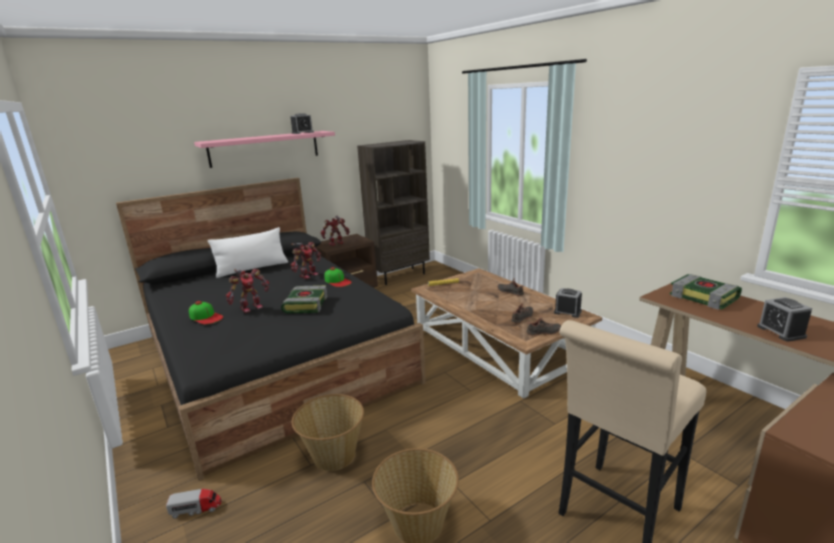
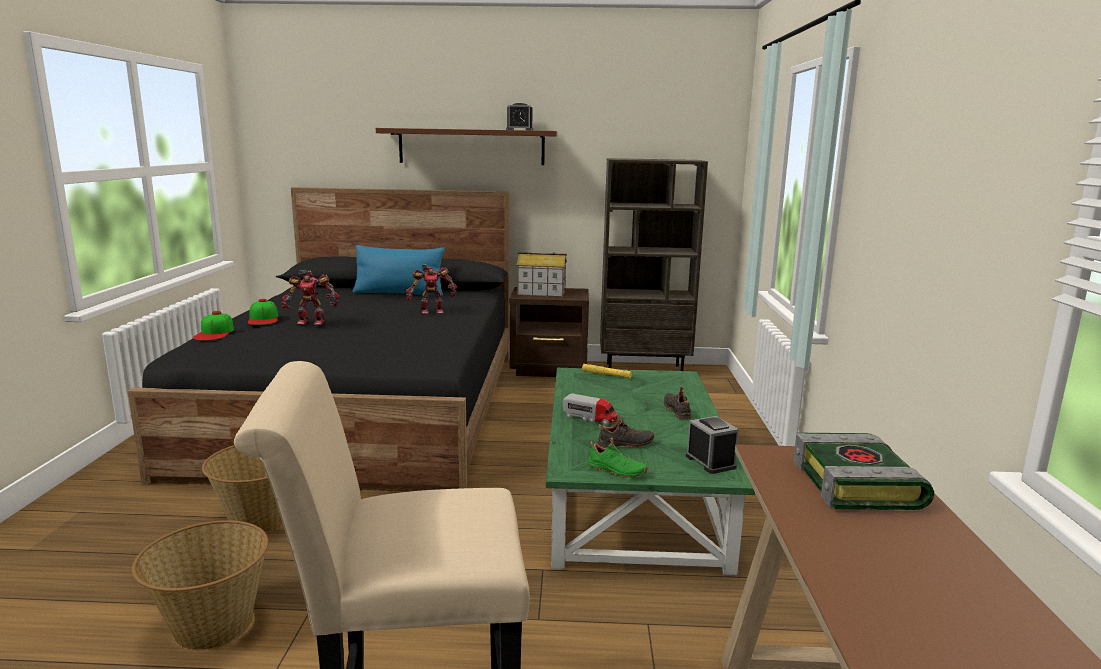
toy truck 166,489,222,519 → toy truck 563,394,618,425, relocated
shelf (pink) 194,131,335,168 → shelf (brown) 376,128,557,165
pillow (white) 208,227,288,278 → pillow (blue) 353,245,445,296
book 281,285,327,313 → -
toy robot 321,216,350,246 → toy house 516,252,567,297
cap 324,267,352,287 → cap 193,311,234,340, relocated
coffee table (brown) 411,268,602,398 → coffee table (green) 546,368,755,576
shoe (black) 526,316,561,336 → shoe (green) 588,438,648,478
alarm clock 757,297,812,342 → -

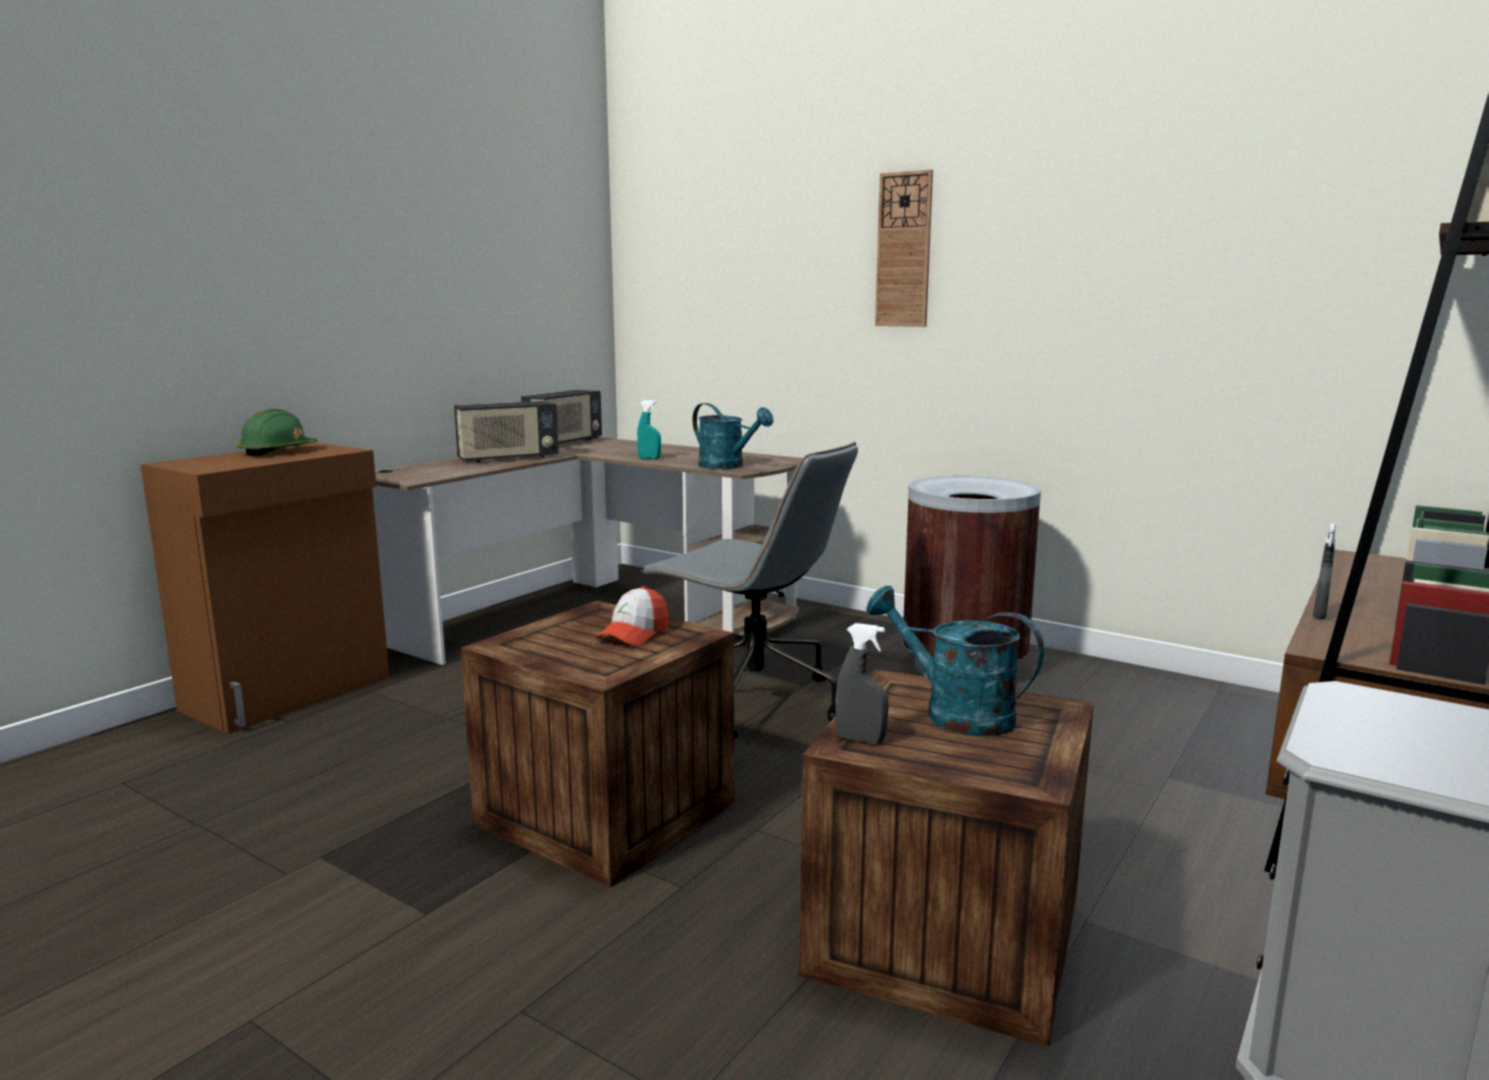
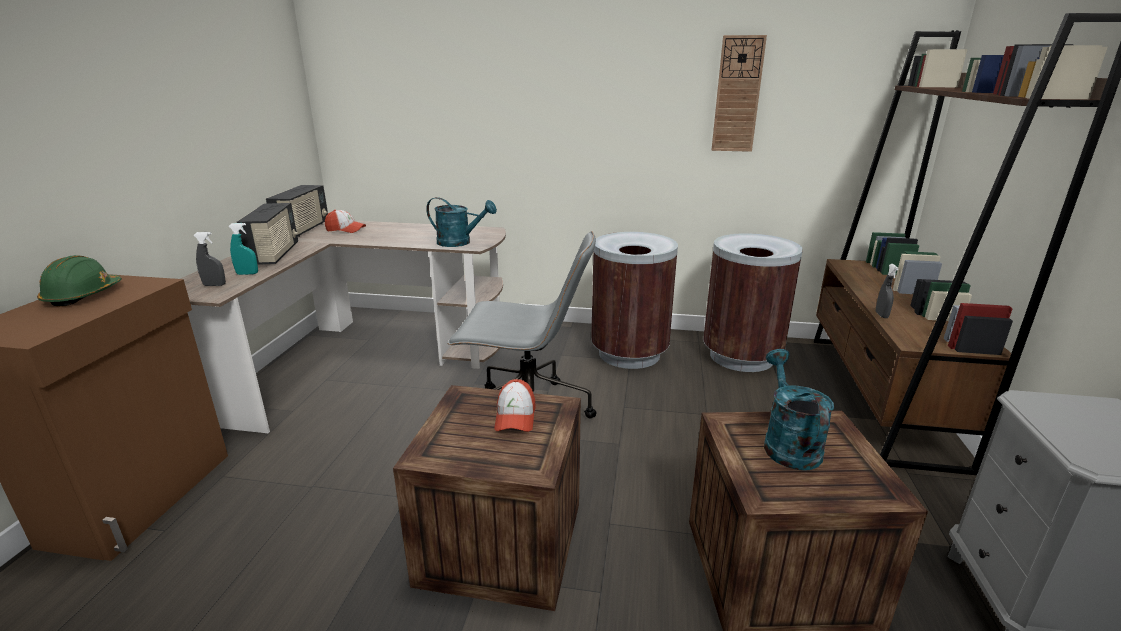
radio 454,401,559,463 → radio 237,203,298,265, 45 degrees counterclockwise
spray bottle (turquoise) 637,400,661,459 → spray bottle (turquoise) 228,223,258,275, relocated
spray bottle (grey) 835,623,889,744 → spray bottle (grey) 193,232,226,286, relocated
watering can (turquoise) 866,586,1044,736 → watering can (turquoise) 764,349,834,471, 75 degrees clockwise
wall clock 875,169,933,327 → wall clock 712,35,767,152, relocated
- → cap 325,210,366,233
- → trash can (brown) 703,233,803,372

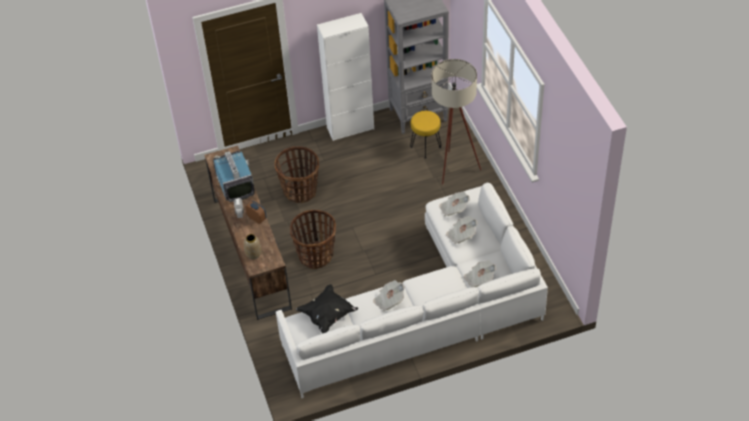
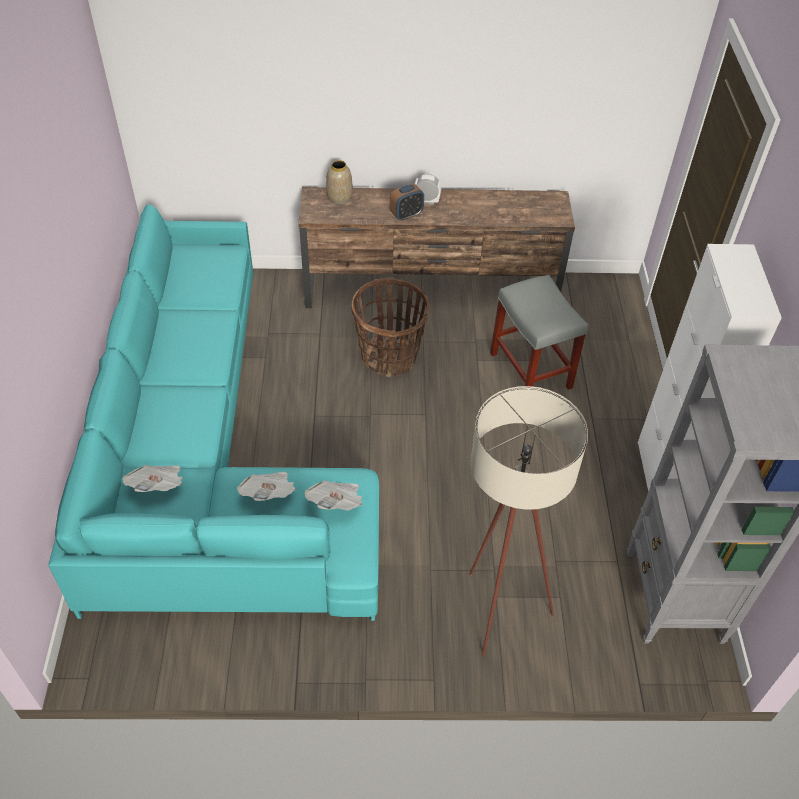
television 213,151,255,202 → -
basket 275,146,319,203 → stool (grey) 490,275,588,390
sofa (white) 276,183,548,398 → sofa (turquoise) 48,204,379,621
pillow (black) 296,284,358,333 → -
newspaper 373,280,405,311 → -
stool (yellow) 410,111,441,159 → -

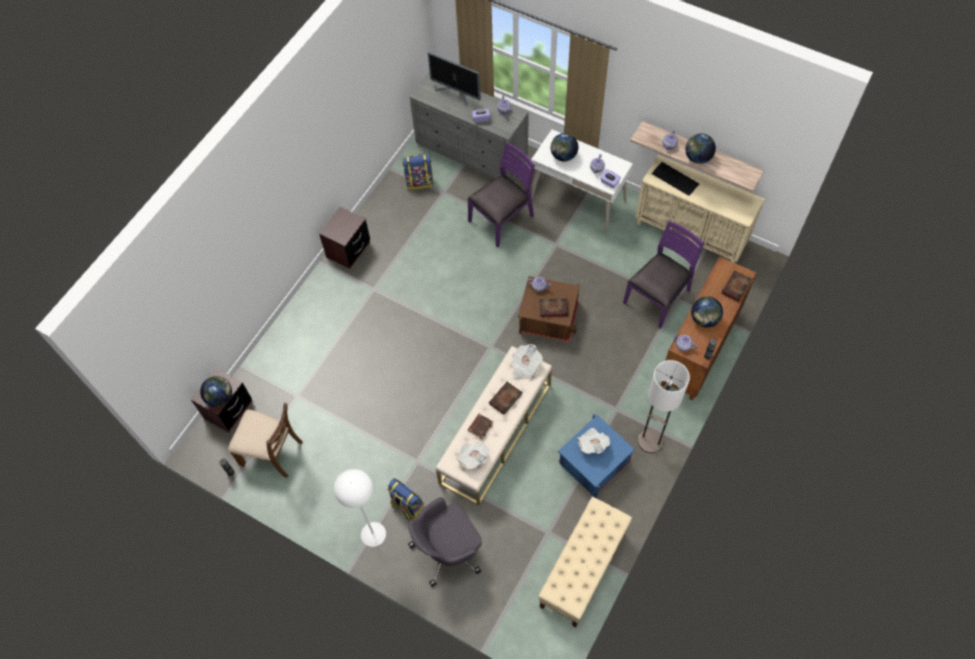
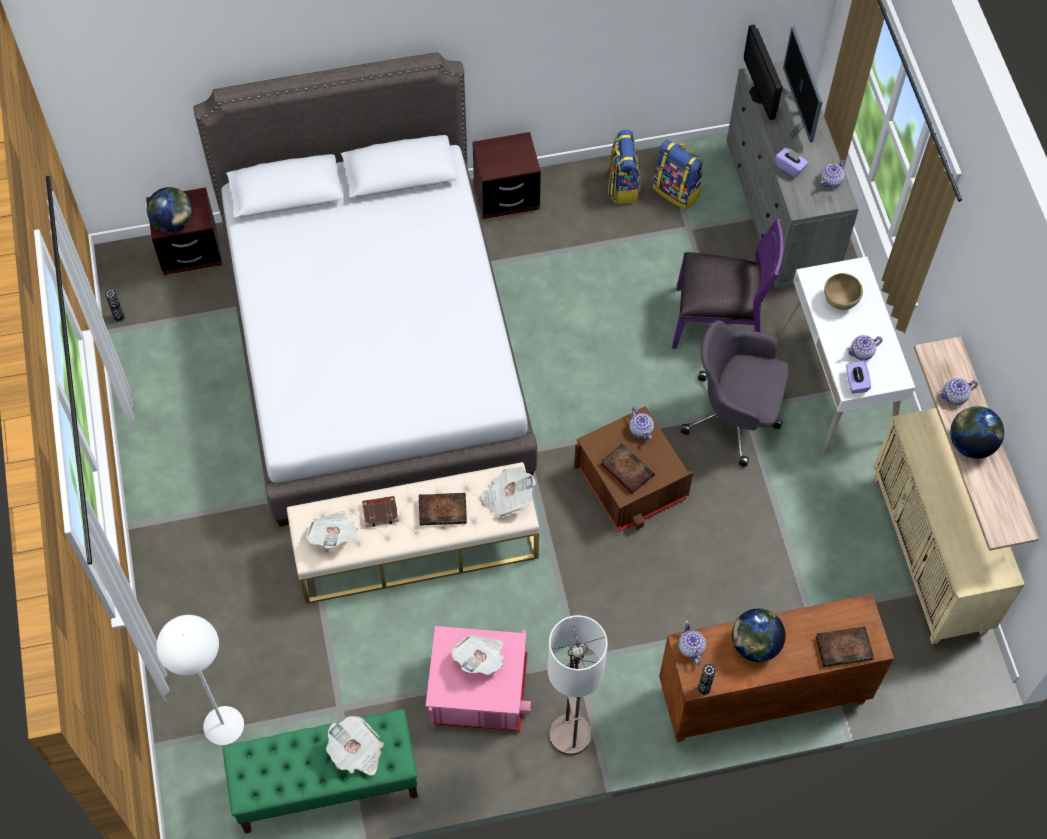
chair (brown) 228,403,303,478 → -
floor lamp (white) 334,469,386,547 → floor lamp (white) 157,615,244,745, relocated
backpack 388,478,424,521 → backpack 606,130,641,204, relocated
office chair (grey) 408,497,482,587 → office chair (grey) 681,320,789,467, relocated
bench (beige) 538,497,632,628 → bench (green) 222,709,418,834
globe 551,133,578,161 → bowl (brown) 824,273,863,310
storage box (blue) 558,414,635,498 → storage box (pink) 426,626,531,731
chair (purple) 623,220,704,329 → -
keyboard 651,162,699,196 → -
- → bed (grey) 193,52,537,527
- → newspaper 326,716,384,776
- → monitor 744,25,783,120

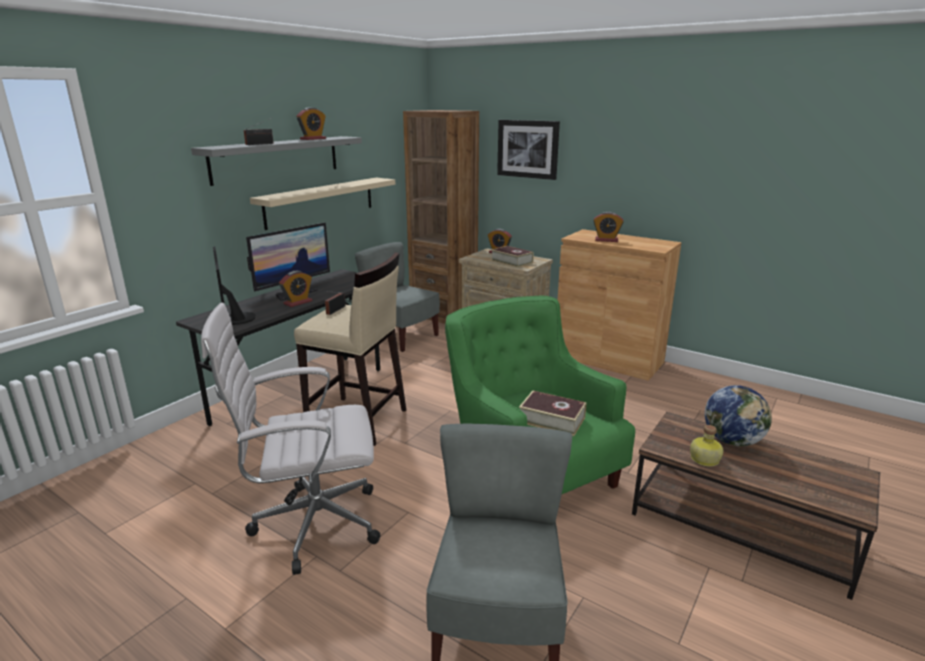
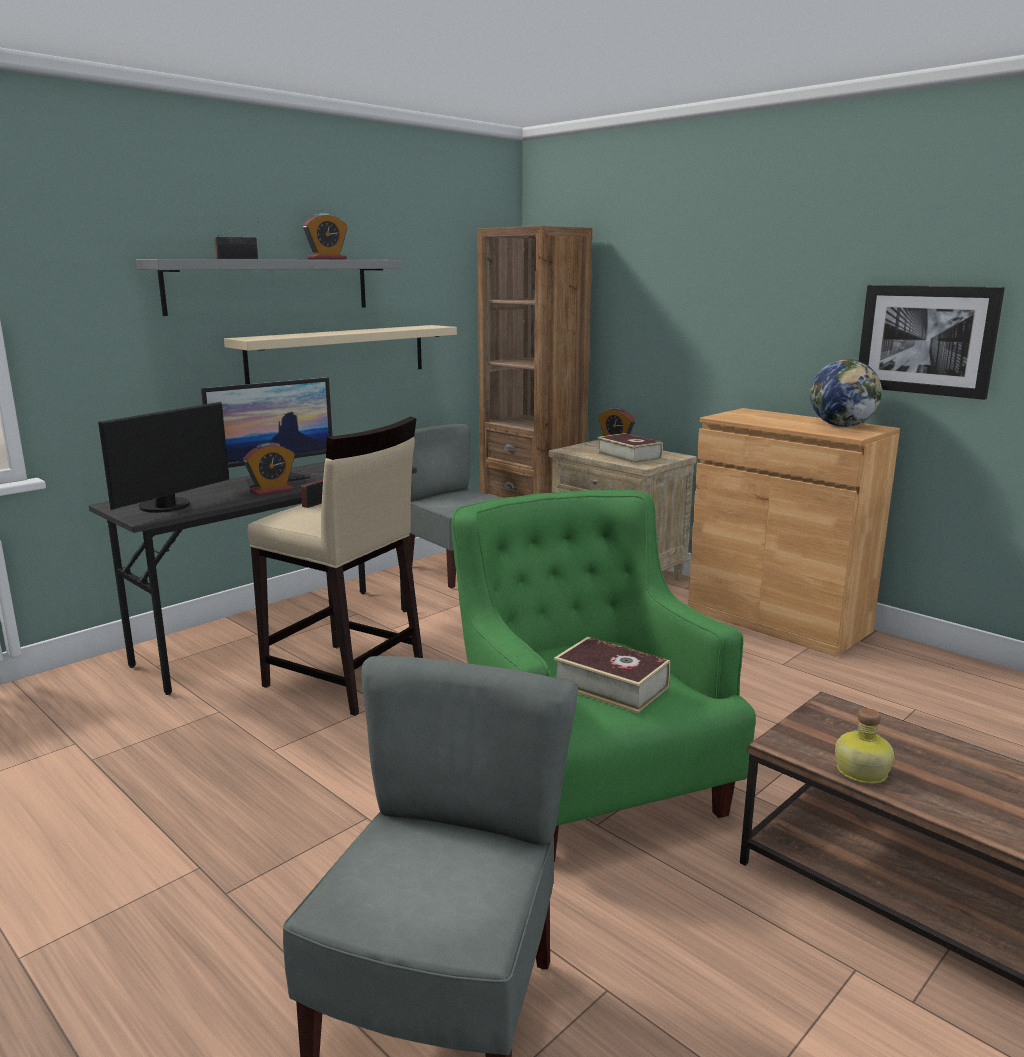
office chair (white) 201,303,380,575 → -
monitor 213,246,256,325 → monitor 98,402,229,513, 135 degrees counterclockwise
picture 497,120,560,180 → picture 859,285,1005,400, relocated
alarm clock 593,212,624,242 → -
globe 705,385,772,447 → globe 810,359,883,427, relocated

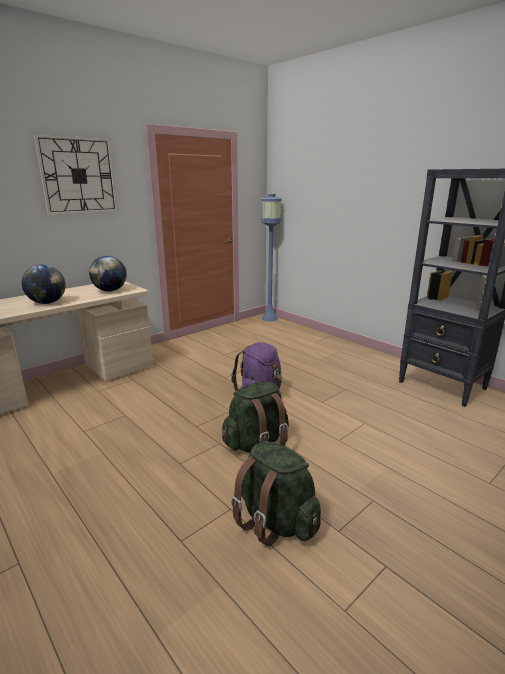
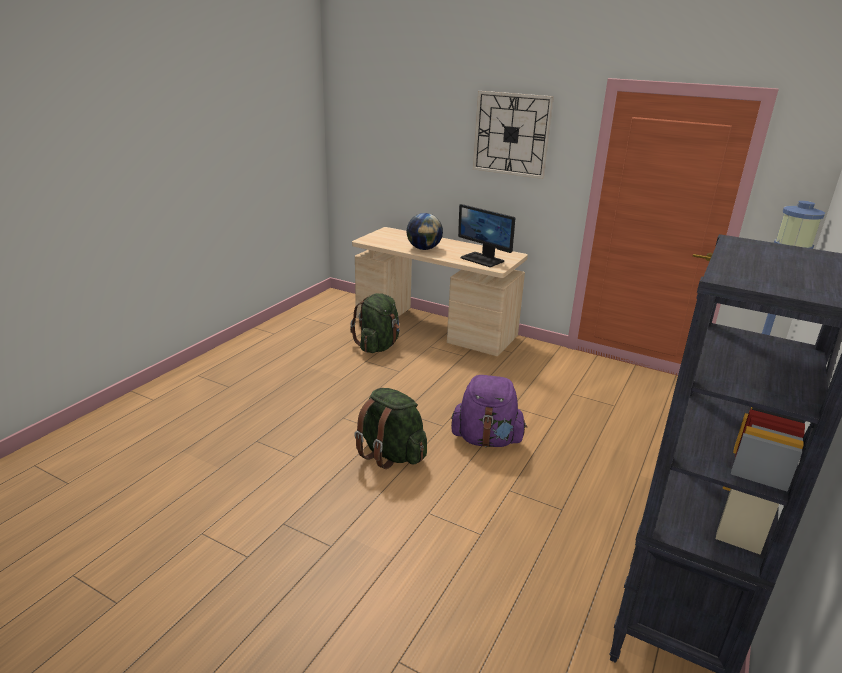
globe 89,256,127,291 → monitor 458,204,515,267
backpack (green) 231,441,321,546 → backpack (green) 350,293,400,353, relocated

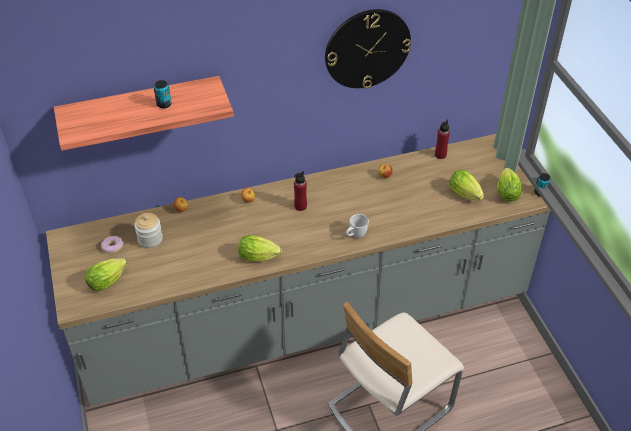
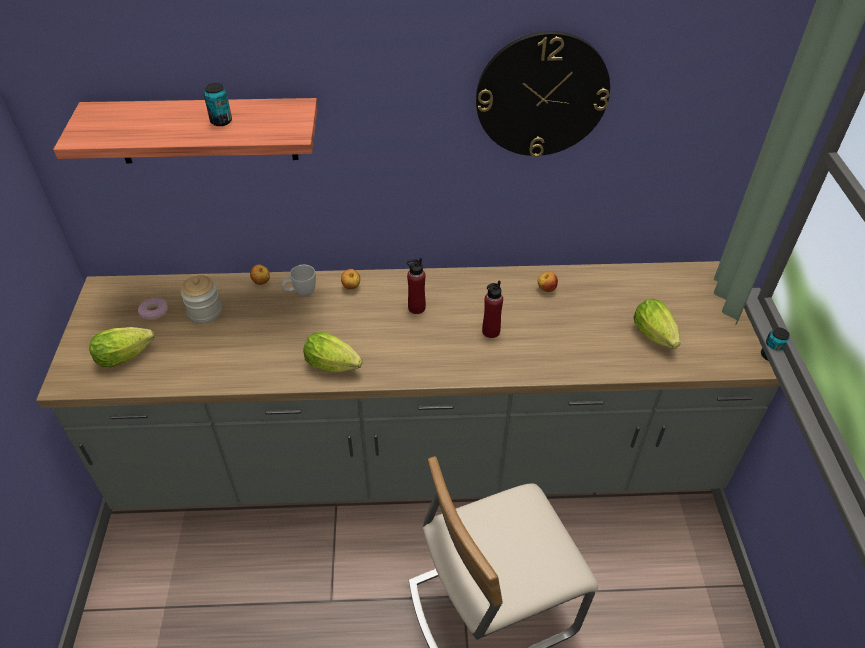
mug (white) 346,214,369,238 → mug (white) 282,265,316,296, relocated
bottle (red) 435,120,450,159 → bottle (red) 482,280,503,338, relocated
lettuce 497,168,522,202 → -

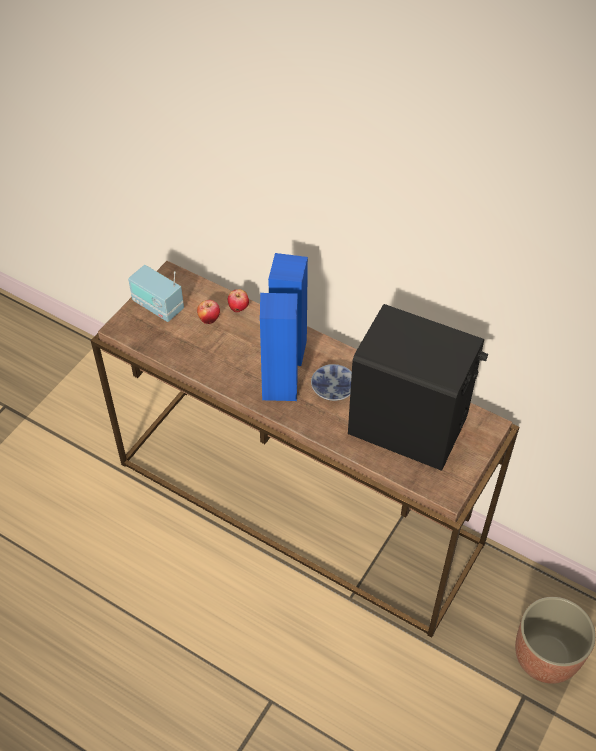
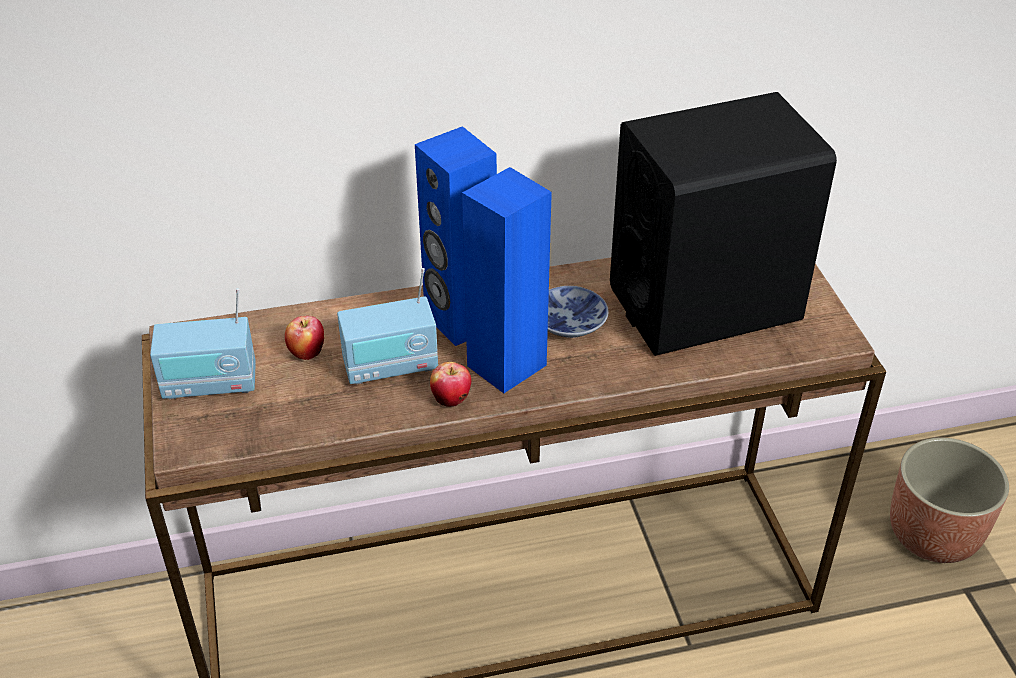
apple 228,289,249,312 → apple 430,362,471,407, relocated
- → radio 337,268,438,384

